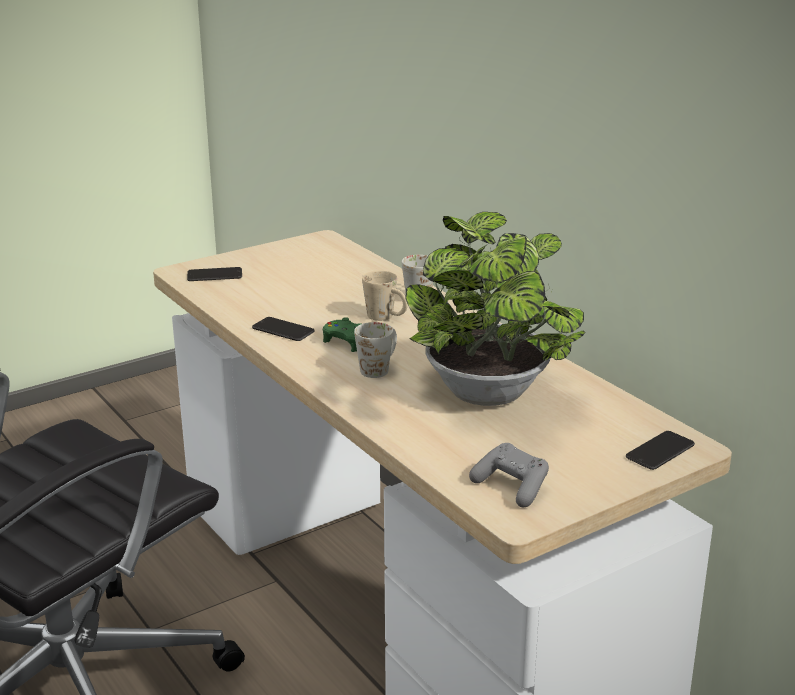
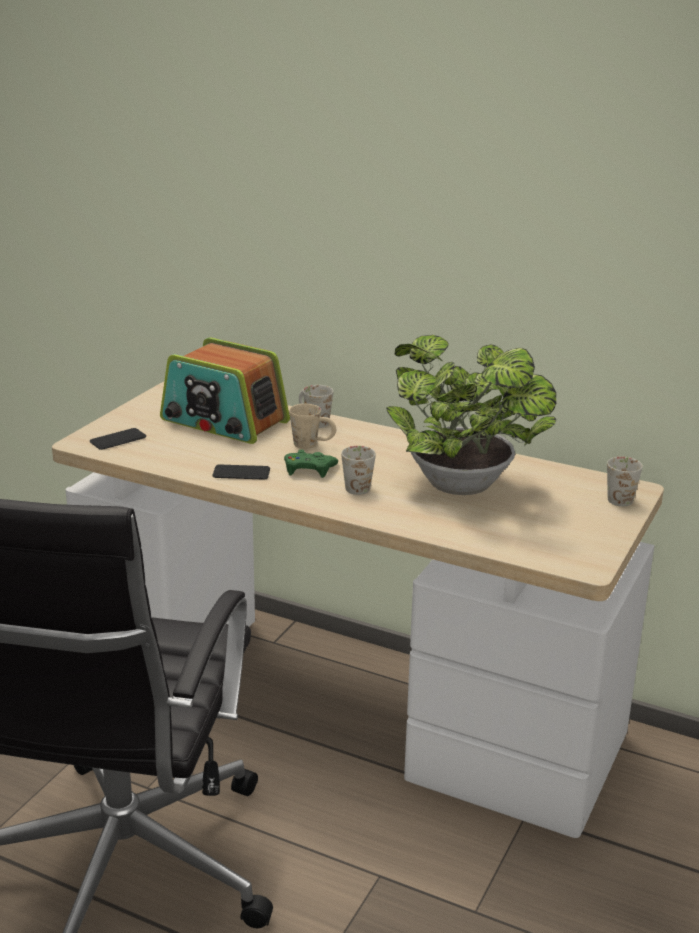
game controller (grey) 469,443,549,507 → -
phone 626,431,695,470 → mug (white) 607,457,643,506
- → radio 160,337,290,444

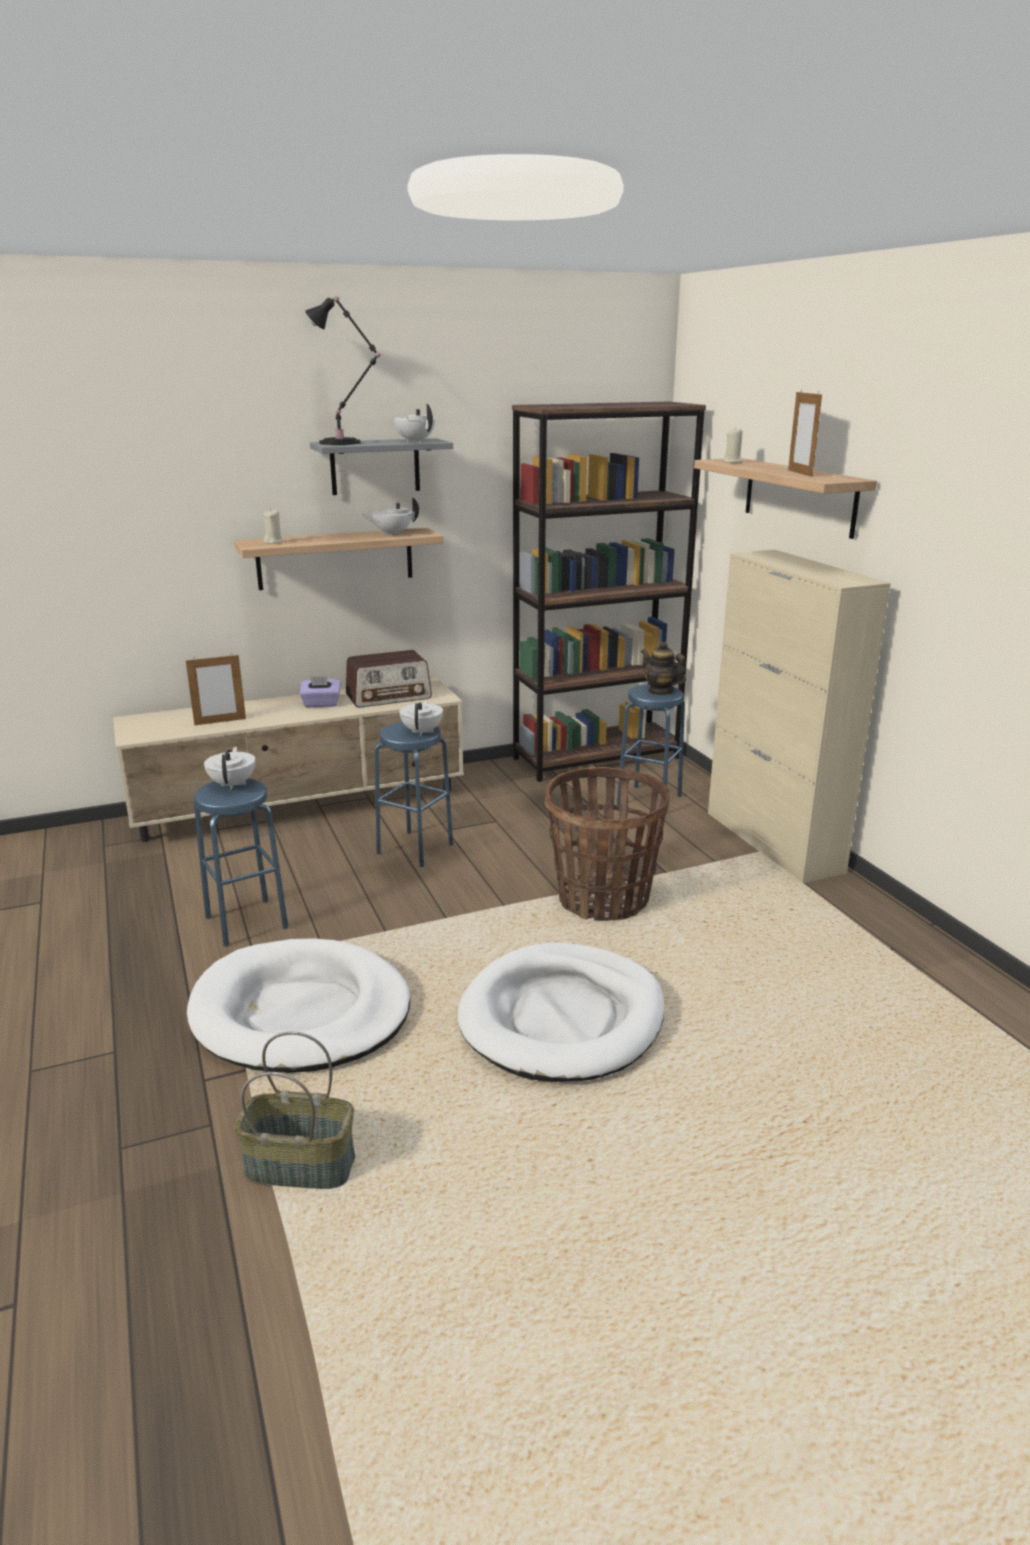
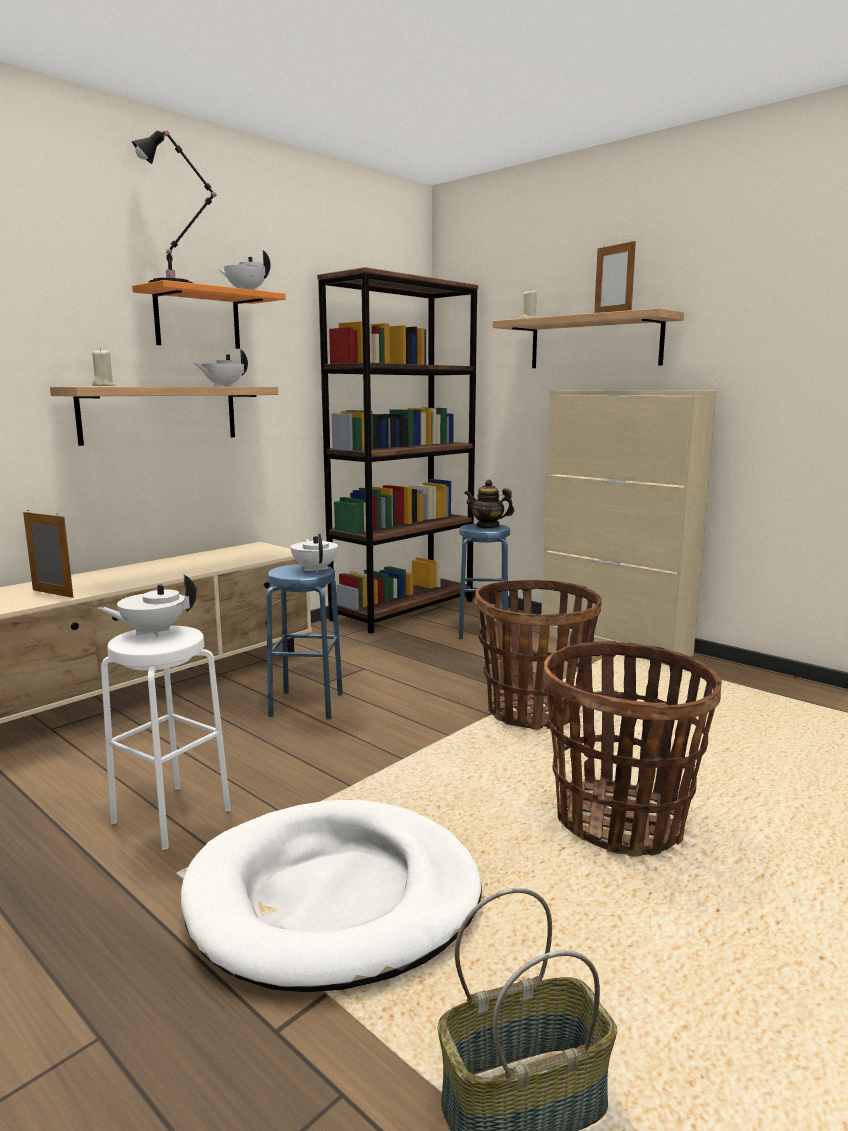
picture frame 186,653,246,725 → picture frame 23,512,73,598, 105 degrees counterclockwise
stool (blue) 194,778,288,947 → stool (white) 101,625,231,850
teapot (white) 204,747,255,790 → teapot (white) 98,575,196,637, 90 degrees counterclockwise
tissue box (purple) 300,676,341,707 → -
shelf (grey) 310,438,453,495 → shelf (orange) 132,280,286,349
radio 346,650,432,708 → -
dog bed (white) 458,942,665,1082 → basket 543,641,722,857

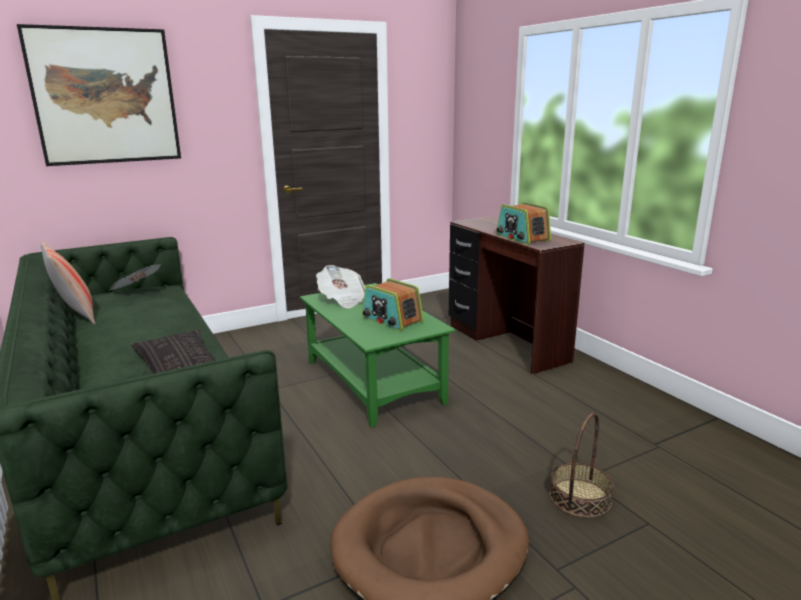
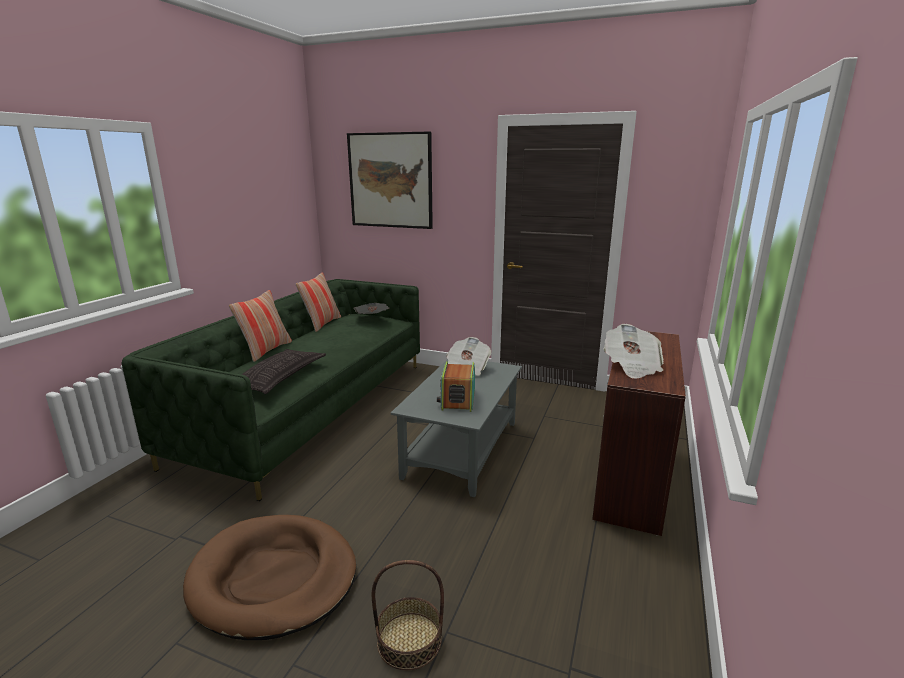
coffee table (green) 300,283,455,427 → coffee table (grey) 391,359,522,497
radio 496,202,551,245 → newspaper 604,324,664,379
- → pillow 229,290,292,362

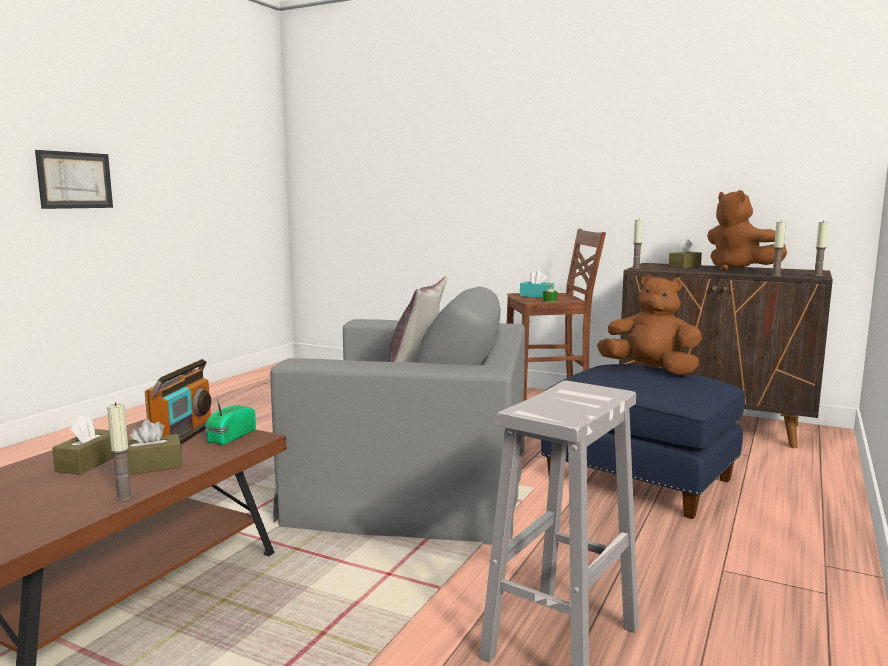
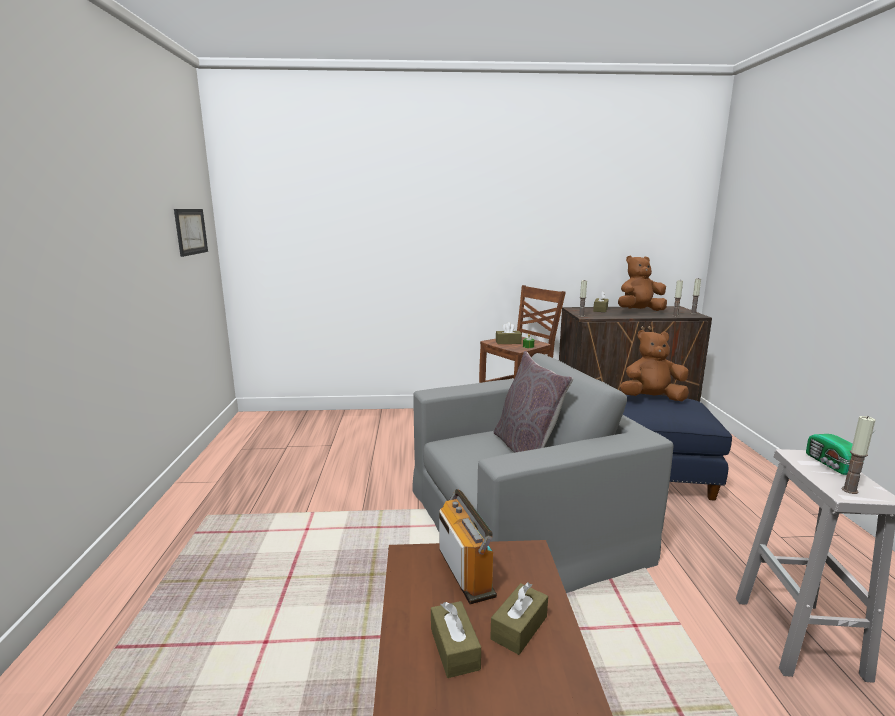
picture 35,150,113,209 → picture 174,209,208,257, relocated
candle 107,402,133,501 → candle 842,416,875,494, relocated
radio 205,395,256,445 → radio 806,430,876,475, relocated
tissue box (turquoise) 520,270,554,298 → tissue box (brown) 496,322,522,344
plush toy (brown) 707,190,787,271 → plush toy (brown) 618,256,667,311, 135 degrees clockwise

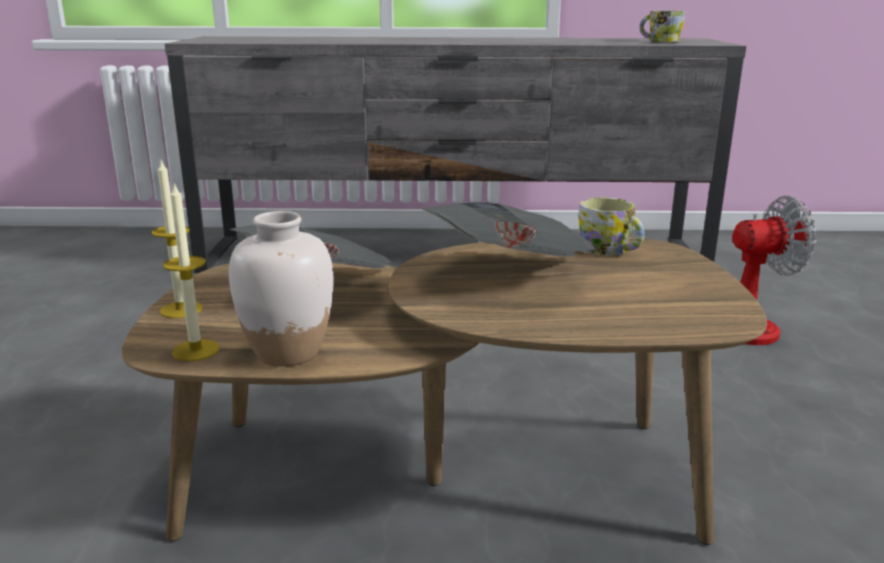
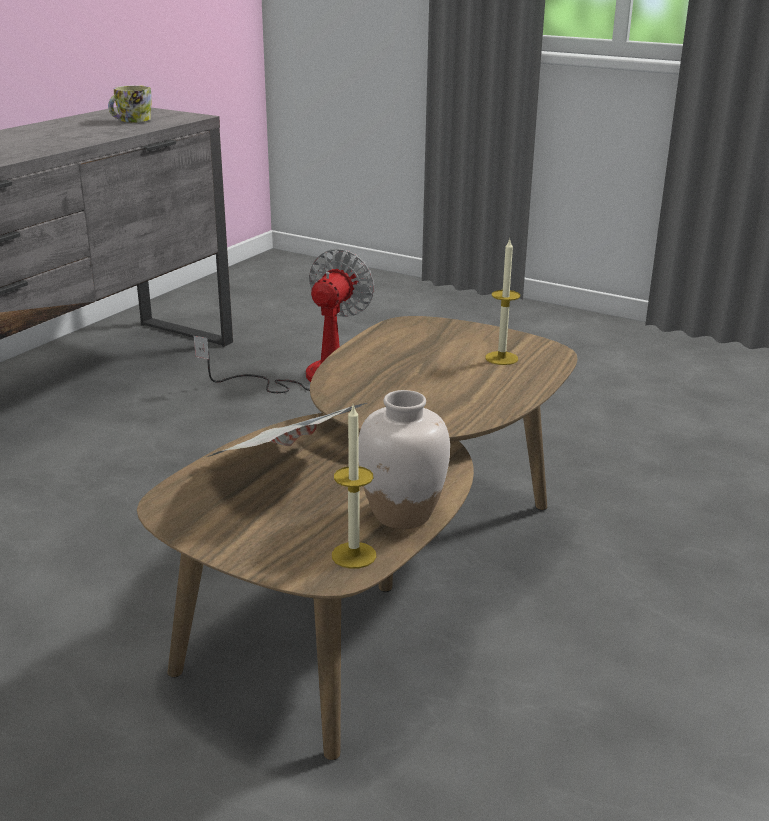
candle 152,160,203,318 → candle 485,239,520,365, relocated
newspaper 422,202,596,257 → -
mug 579,197,645,256 → -

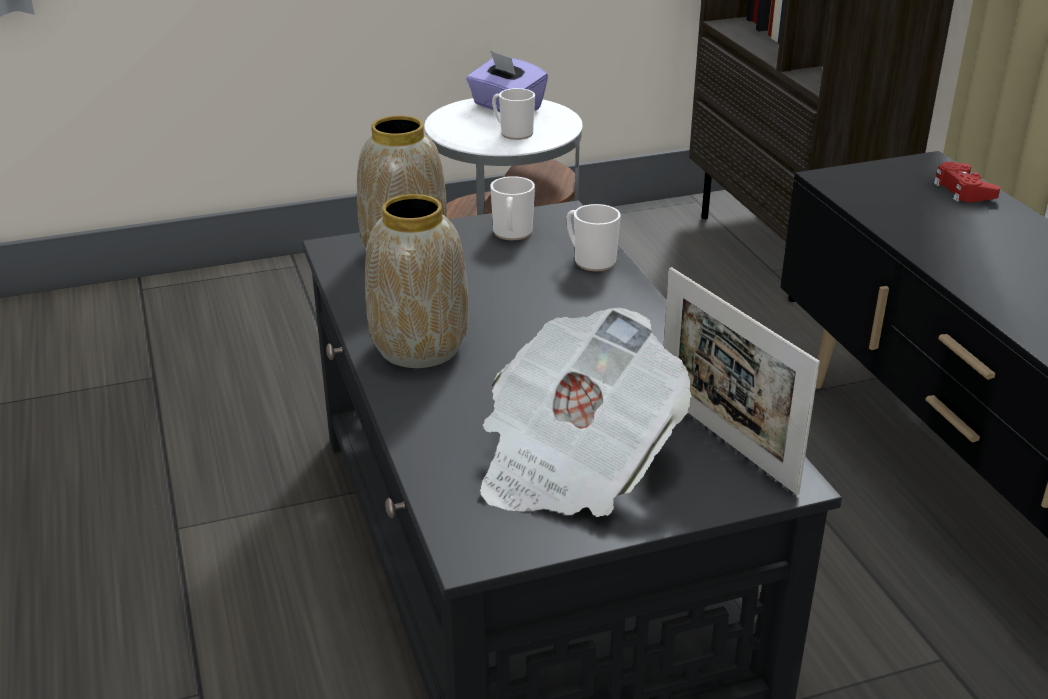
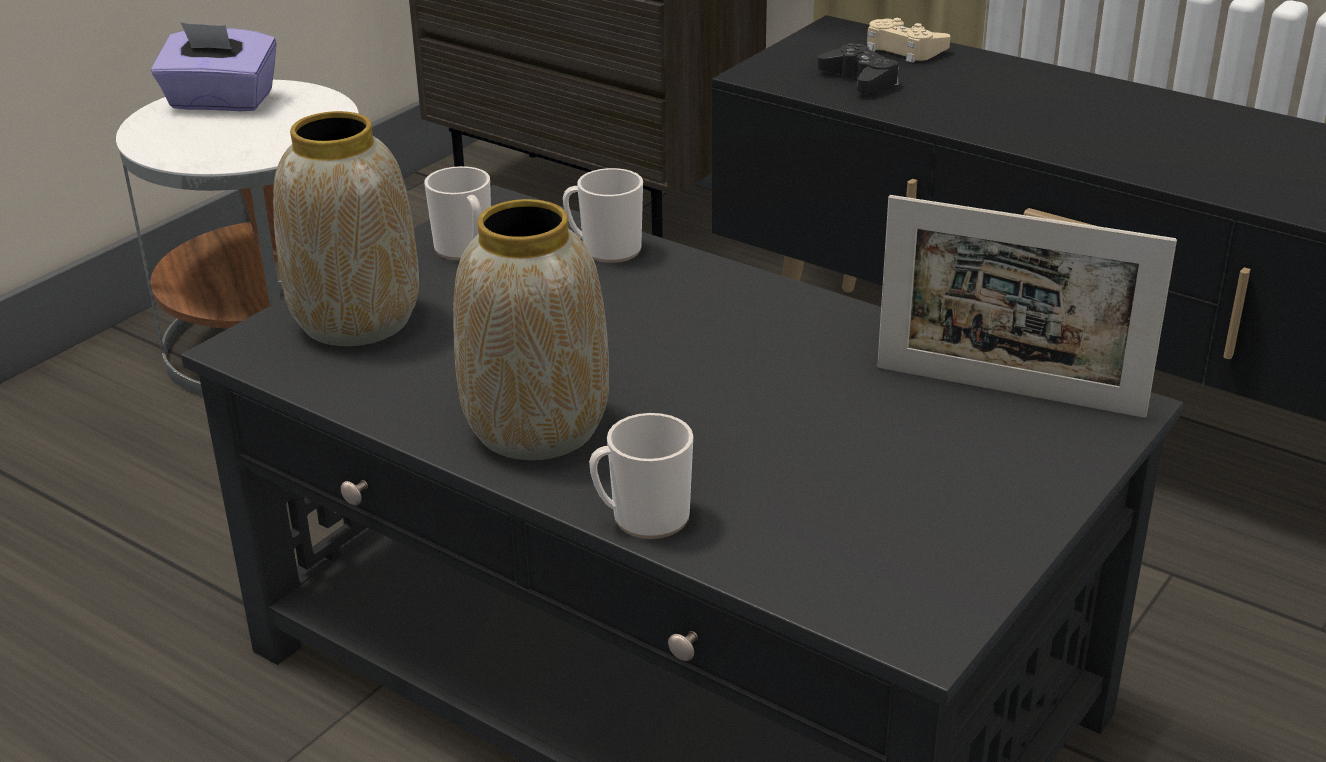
newspaper 480,308,691,517 → -
mug 492,88,535,140 → mug 589,413,693,539, relocated
game controller (red) 934,162,1000,202 → game controller (beige) 867,18,950,63
- → game controller (black) 817,43,899,93

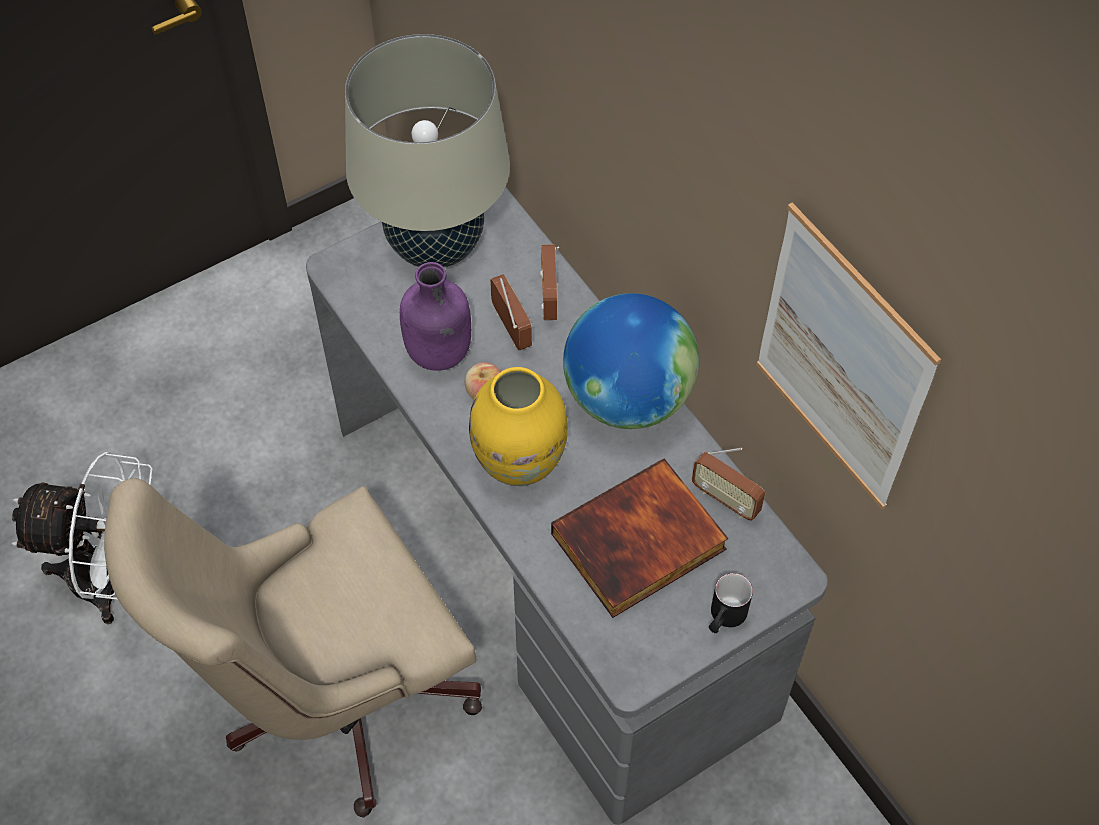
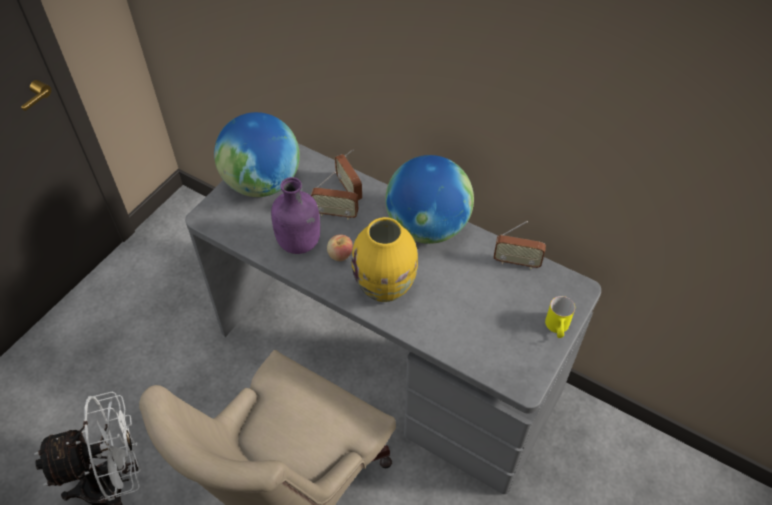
table lamp (beige) 345,34,510,267 → globe 214,112,300,197
radio 490,274,532,350 → radio 311,172,358,220, 150 degrees clockwise
book 551,458,728,618 → -
mug (black) 709,573,753,633 → mug (yellow) 545,296,575,338
picture 756,203,941,509 → -

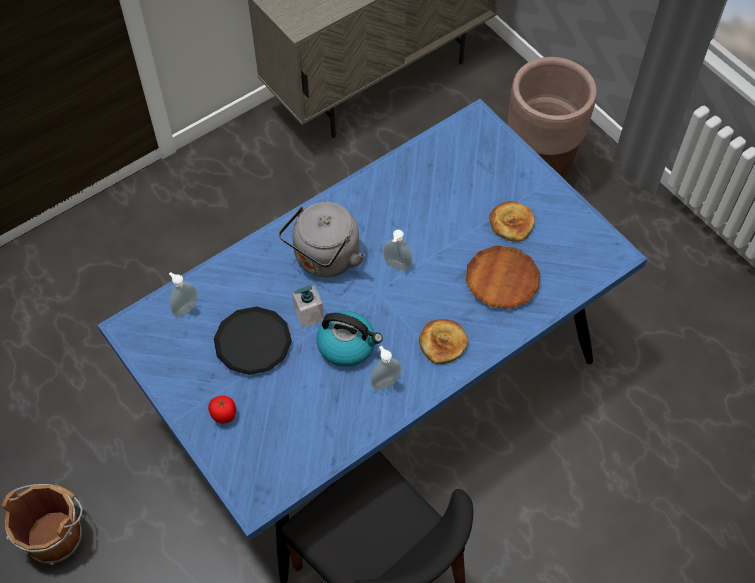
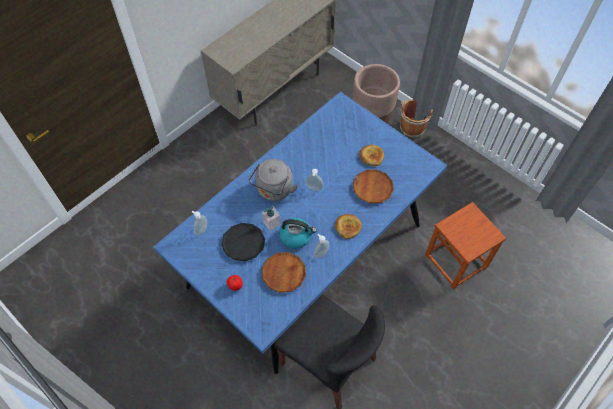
bucket (brown) 2,484,83,565 → bucket (brown) 400,99,433,138, relocated
- → plate (brown) 262,252,306,293
- → stool (brown) 425,202,506,290

